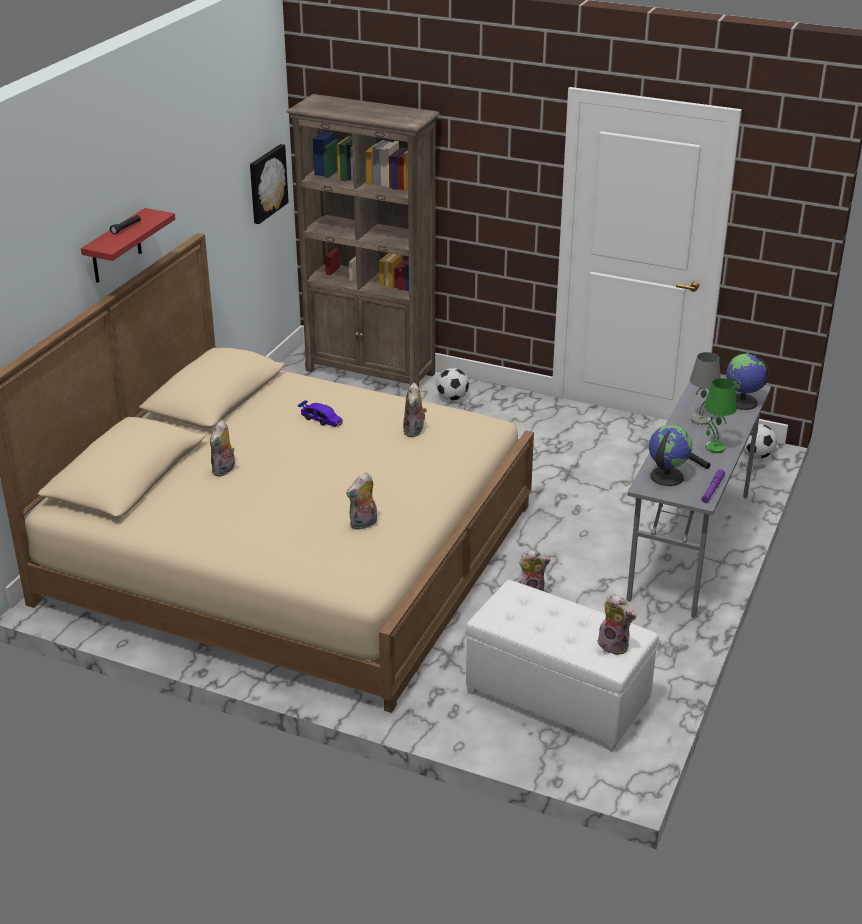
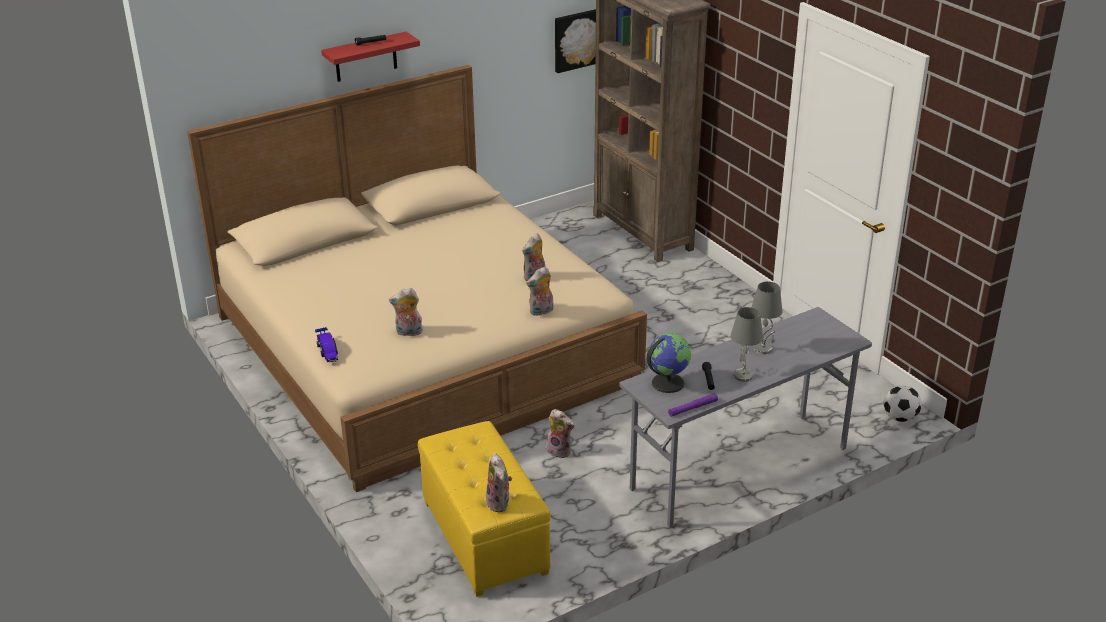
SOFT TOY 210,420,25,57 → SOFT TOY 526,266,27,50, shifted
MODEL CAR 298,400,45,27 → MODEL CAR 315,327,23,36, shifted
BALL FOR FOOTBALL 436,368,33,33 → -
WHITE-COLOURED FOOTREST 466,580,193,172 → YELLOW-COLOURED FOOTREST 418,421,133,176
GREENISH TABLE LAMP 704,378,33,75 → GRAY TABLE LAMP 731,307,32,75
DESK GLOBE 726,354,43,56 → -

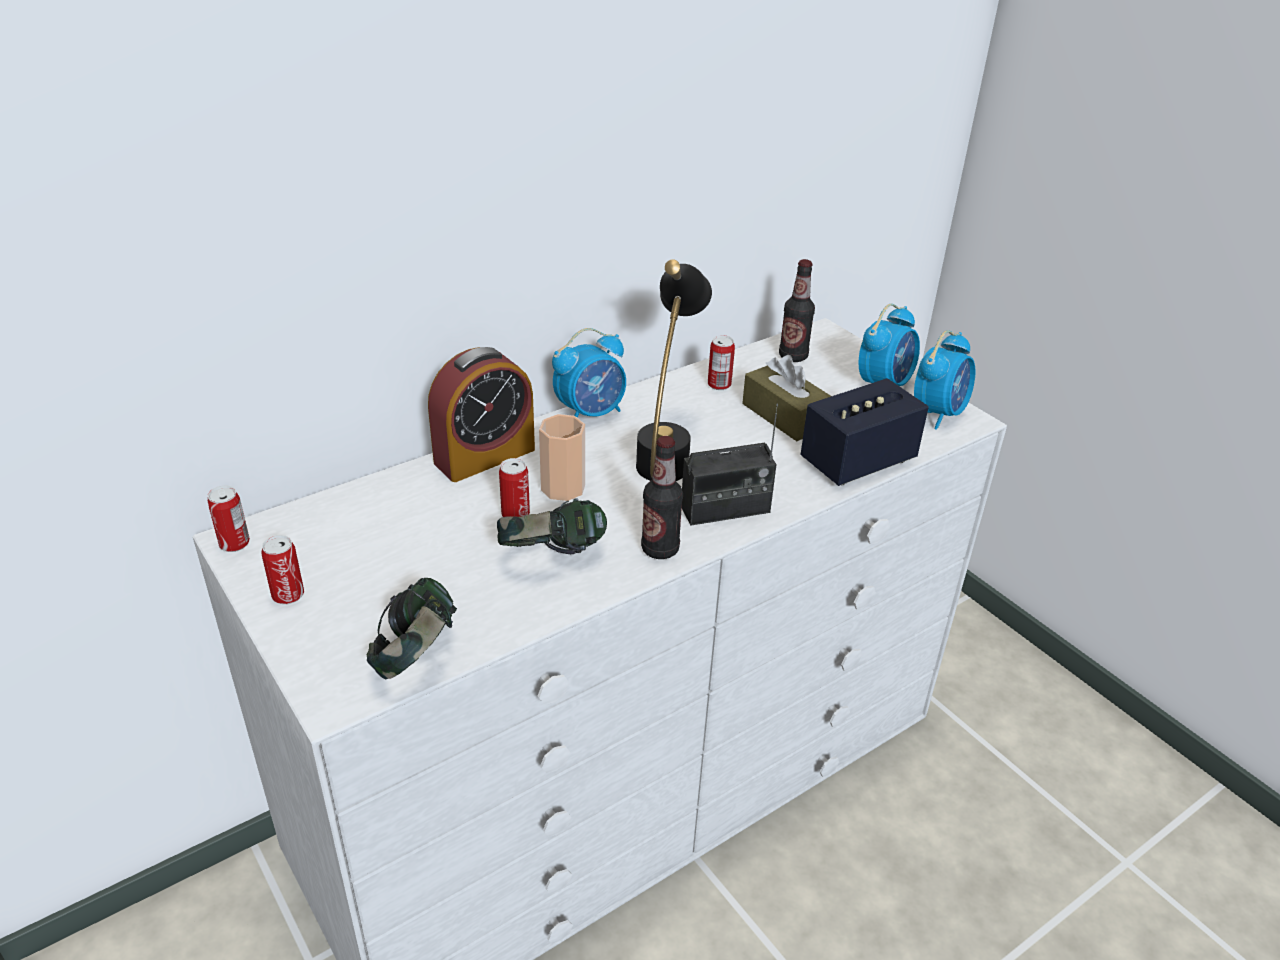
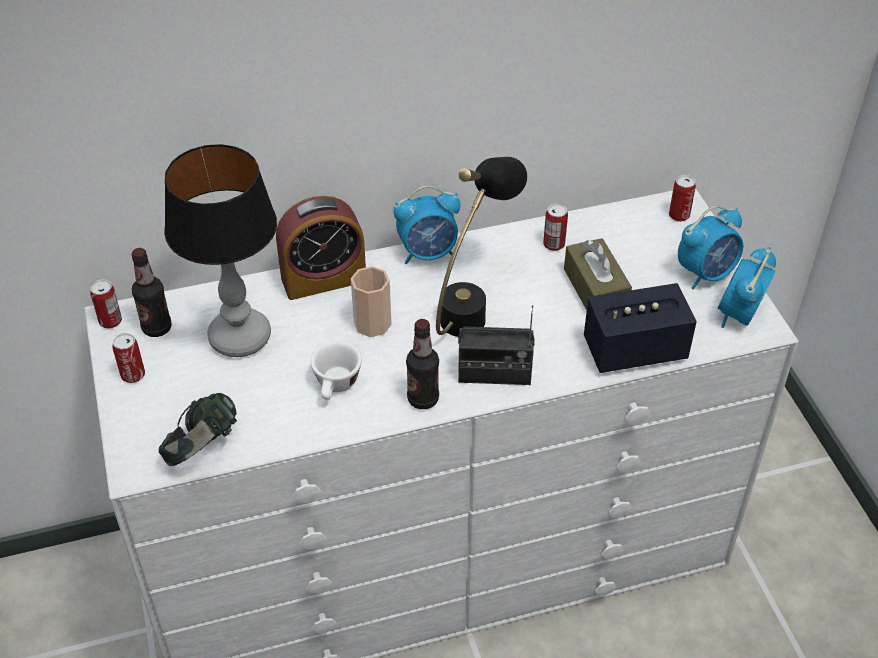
HEADSET 497,498,110,56 → WHITE-COLOURED DRINKING CUP 311,341,51,59
CAN 499,458,31,59 → CAN 669,175,27,47, shifted
DRINK BOTTLE 779,259,36,103 → DRINK BOTTLE 131,248,41,89, shifted
ALARM CLOCK 914,330,61,100 → ALARM CLOCK 717,247,59,81, 150 degrees clockwise
- → TABLE LAMP 164,144,113,213

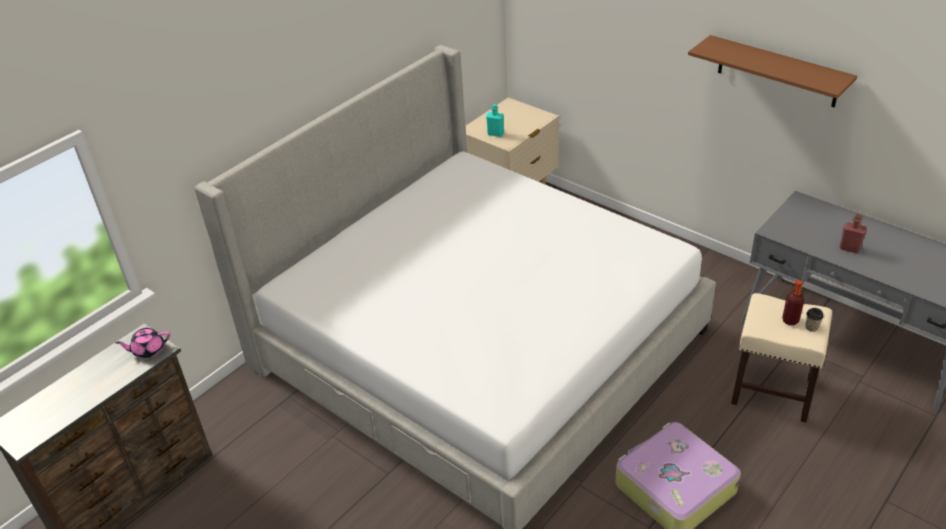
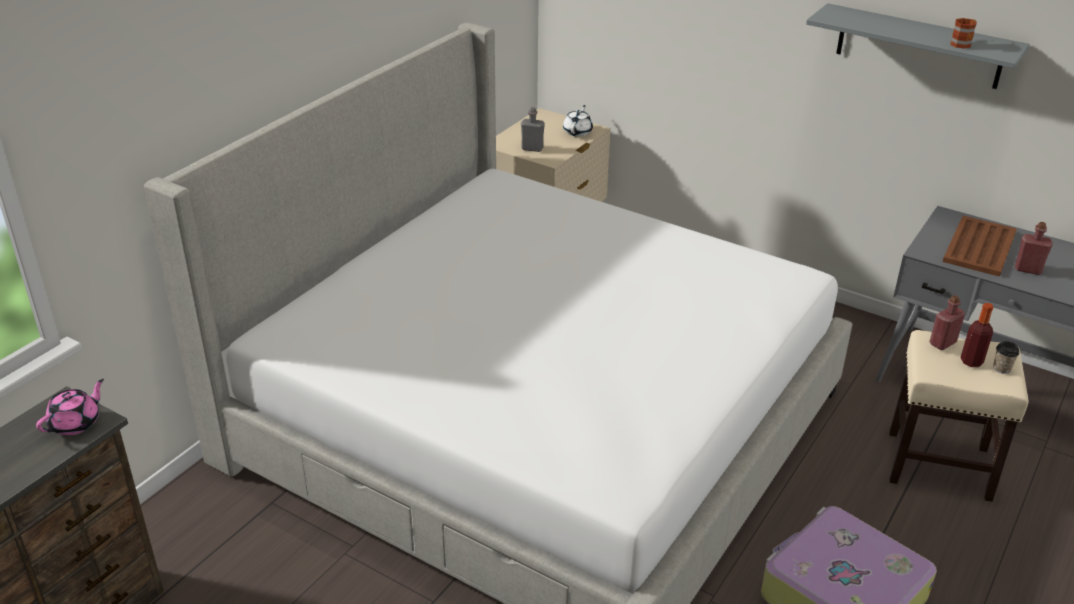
PINK POT FOR TEA 116,328,54,30 → PINK POT FOR TEA 36,379,68,56, 150 degrees clockwise
TURQUOISE-COLOURED DRINK BOTTLE 486,104,18,33 → GRAY DRINK BOTTLE 521,107,24,45
BROWNISH BRACKET SHELF 688,35,169,72 → GRAY BRACKET SHELF 806,3,224,86
- → WHITE-COLOURED POT FOR TEA 563,105,30,32
- → RED-COLOURED DRINK BOTTLE 929,295,36,55
- → BROWNISH CARRYING TRAY 943,216,74,61
- → MUG 950,18,27,31

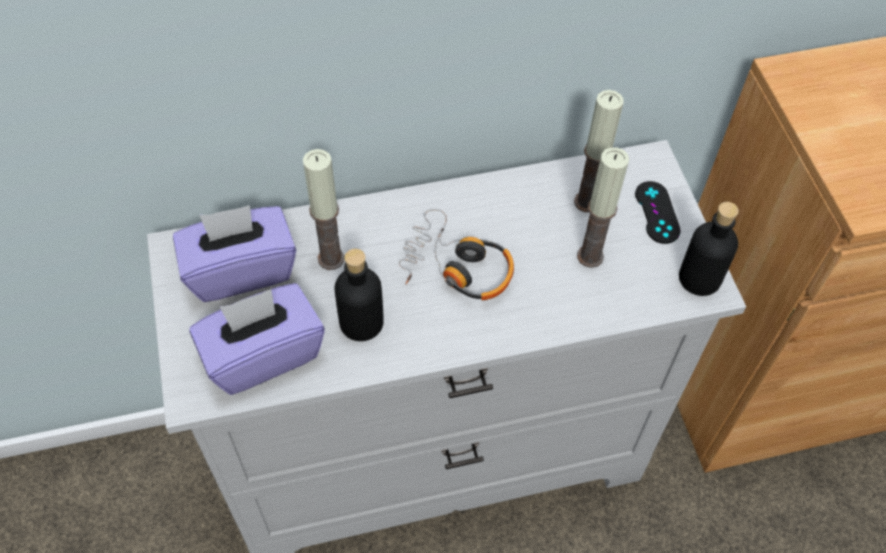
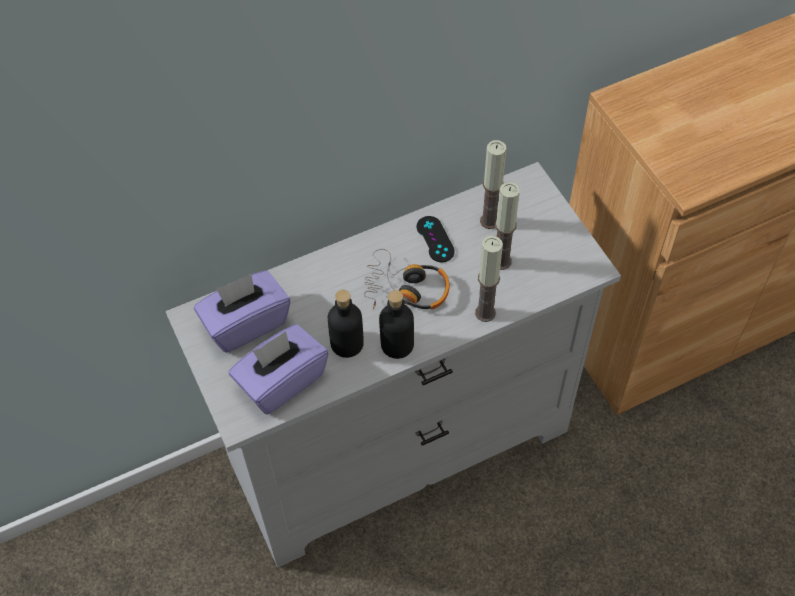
WAX LIGHT 303,149,41,121 → WAX LIGHT 475,236,28,86, shifted
BLACKISH JOYPAD 635,181,46,63 → BLACKISH JOYPAD 416,216,39,46, shifted
BLACKISH DRINK BOTTLE 679,202,60,94 → BLACKISH DRINK BOTTLE 379,290,35,69, shifted

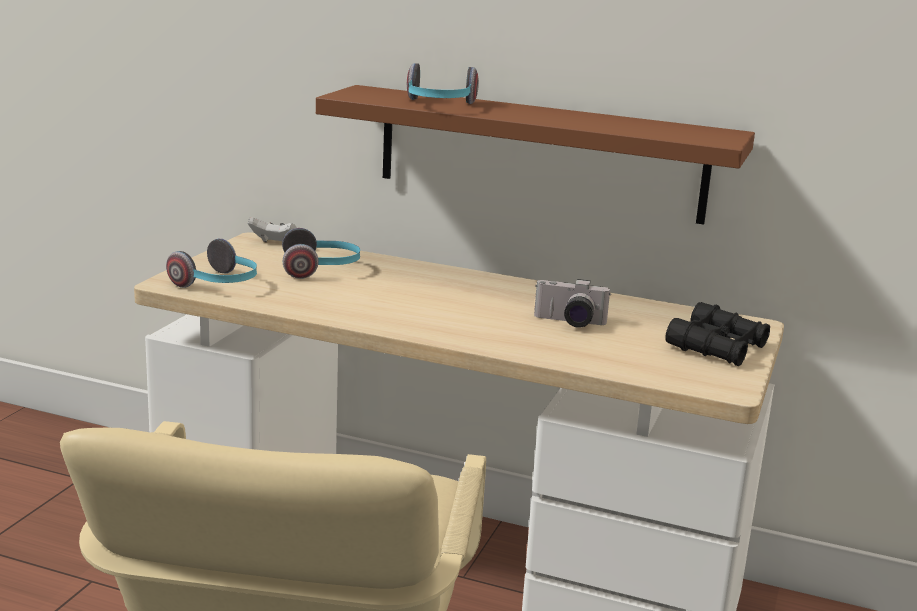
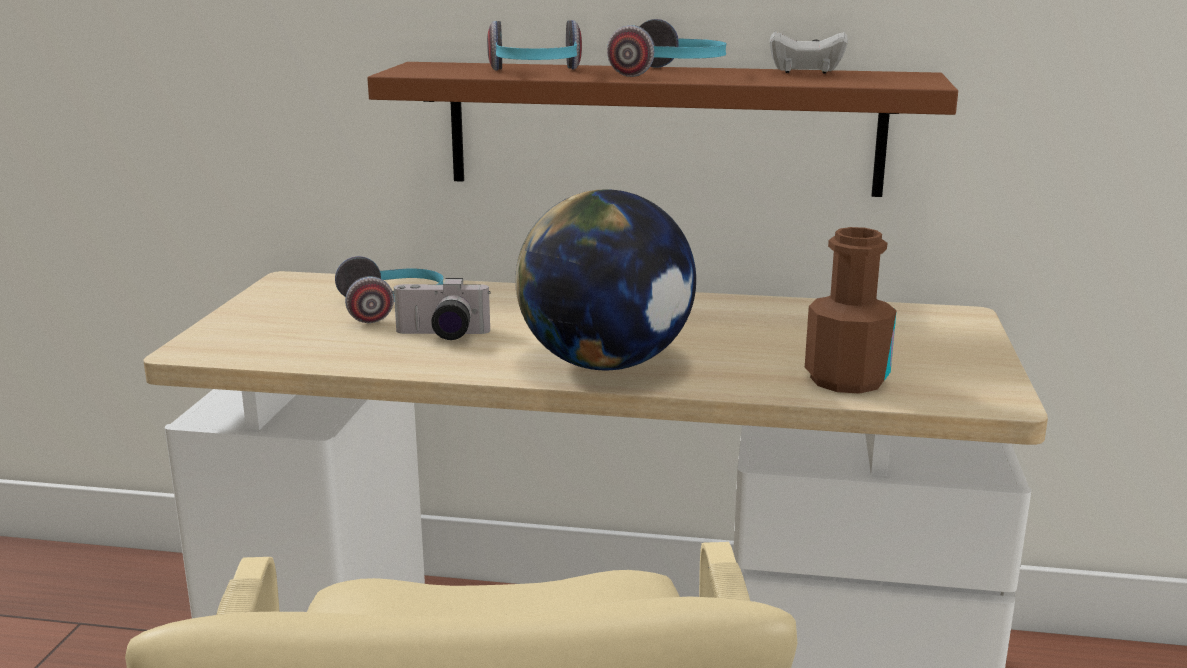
HEADSET 166,238,91,50 → HEADSET 607,19,120,58, shifted
WHITE-COLOURED JOYPAD 248,217,49,25 → WHITE-COLOURED JOYPAD 770,31,78,43, shifted
STILL CAMERA 534,279,77,49 → STILL CAMERA 392,278,99,62, shifted
BLACKISH FIELD GLASSES 665,302,105,64 → -
- → DESK GLOBE 515,189,181,182
- → BROWNISH DRINK BOTTLE 805,227,92,167

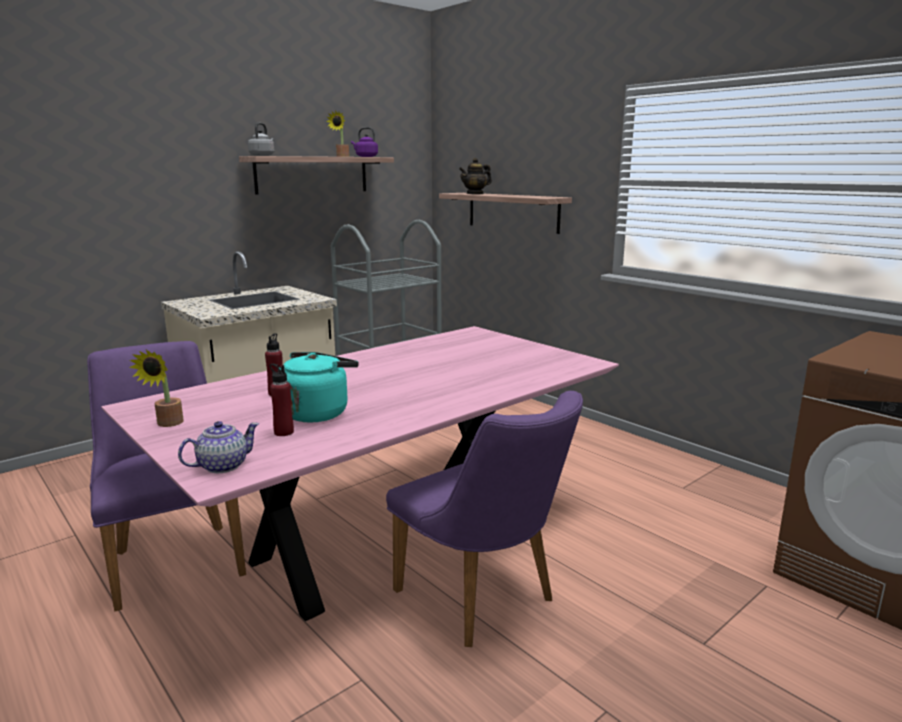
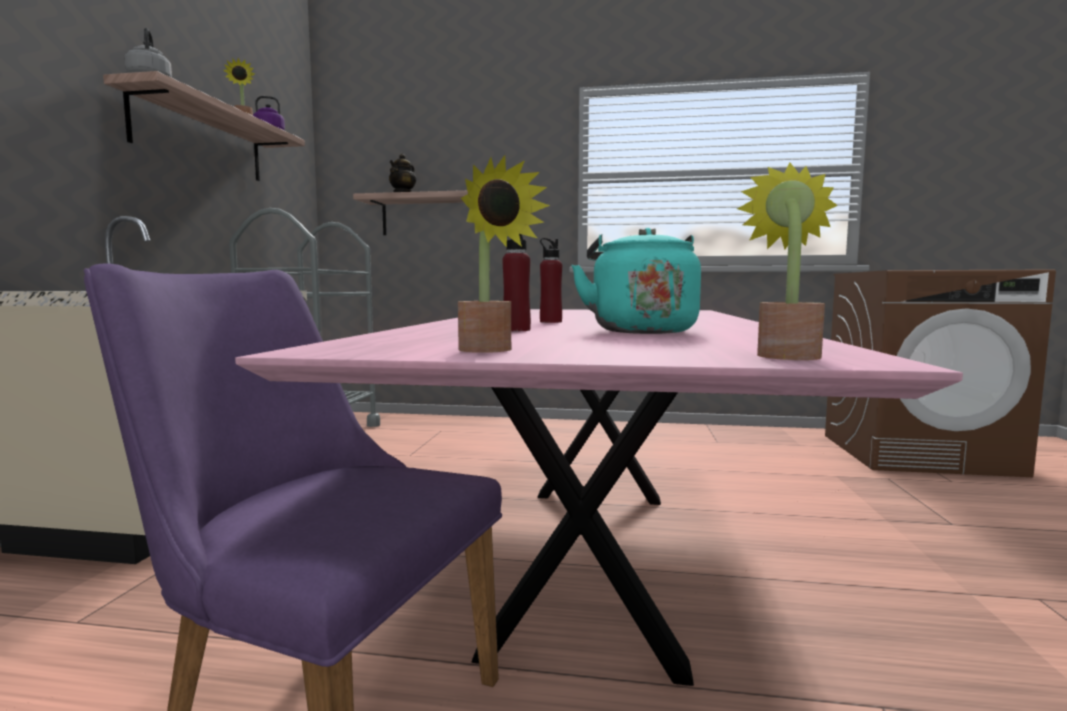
POT FOR TEA 178,421,81,53 → POTTED PLANT 737,162,101,198
RED-COLOURED DRINK BOTTLE 270,364,24,72 → RED-COLOURED DRINK BOTTLE 540,238,22,85, shifted
PURPLISH PLAIN CHAIR 386,391,197,256 → -

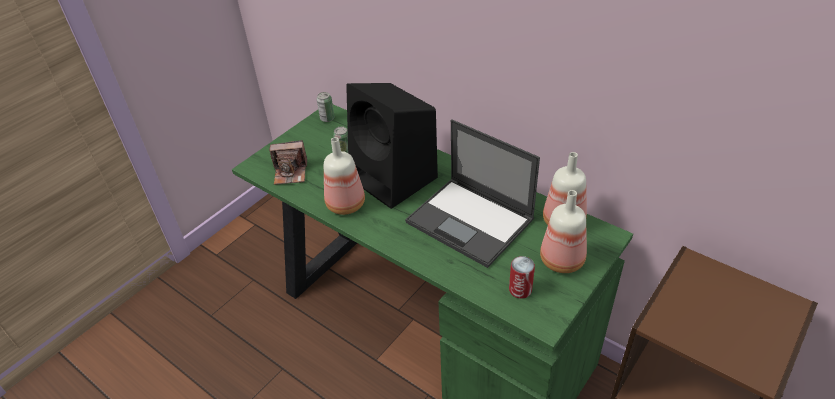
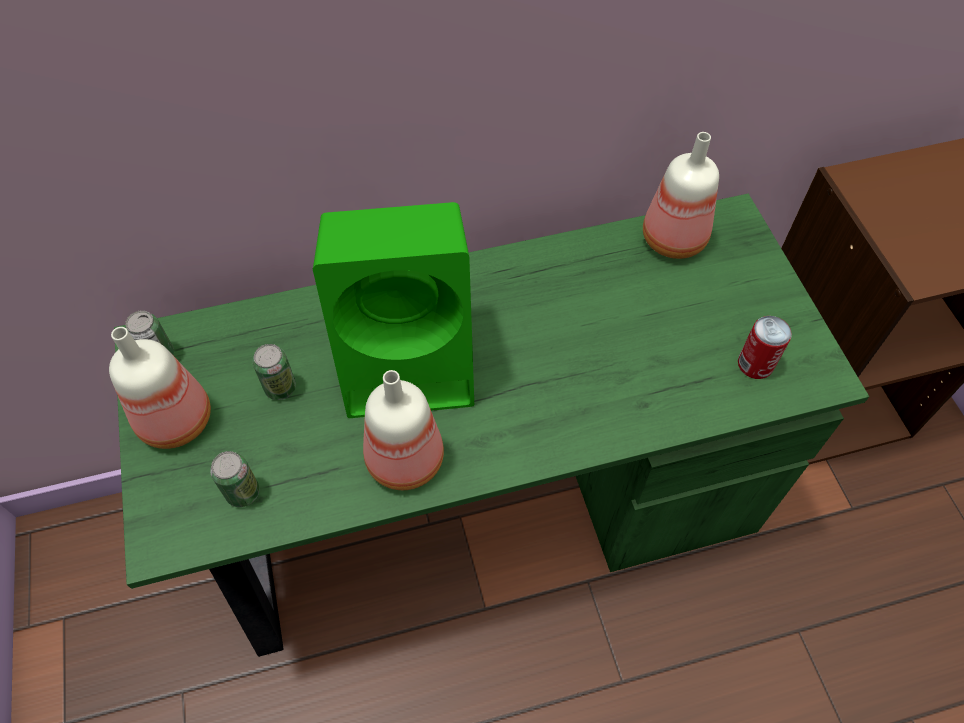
STILL CAMERA 269,140,38,45 → CAN 210,451,50,56
BLACKISH LOUDSPEAKER 346,83,92,126 → GREENISH LOUDSPEAKER 313,202,161,216
LAPTOP 405,119,135,149 → -
DRINK BOTTLE 540,190,47,83 → DRINK BOTTLE 109,327,102,122, shifted

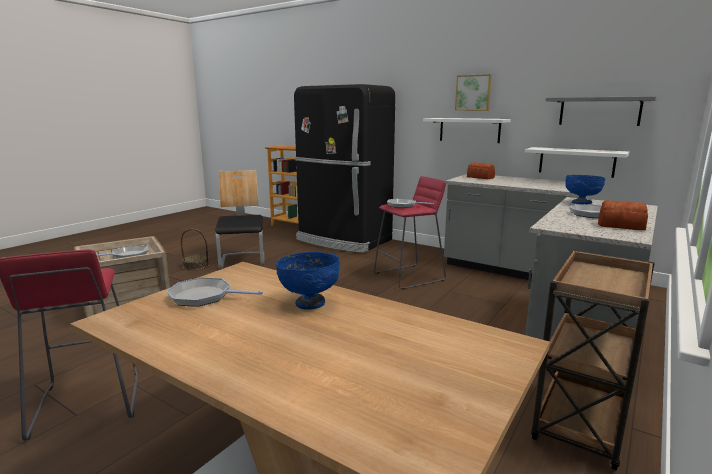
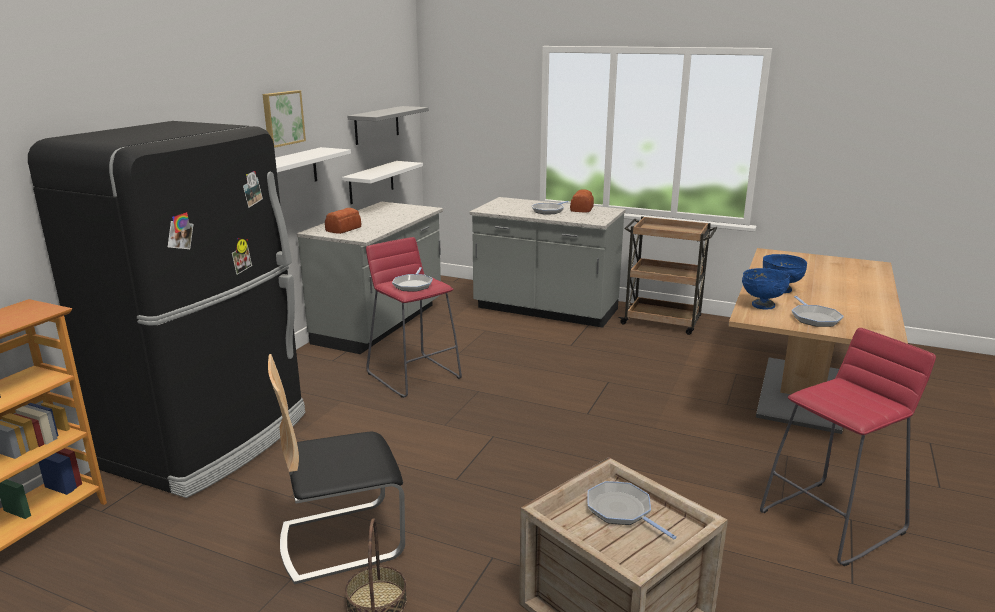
BLUISH SERVING BOWL 565,175,40,29 → BLUISH SERVING BOWL 742,268,48,41, shifted

